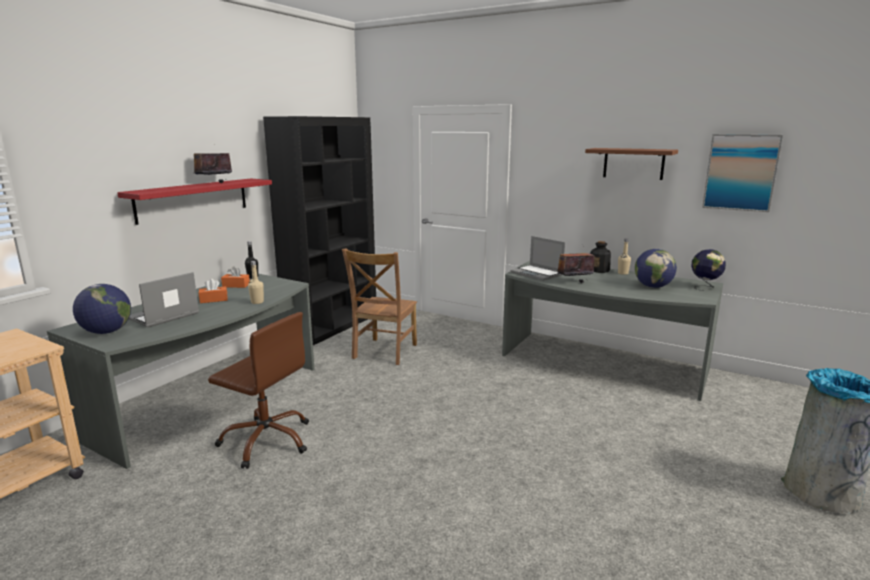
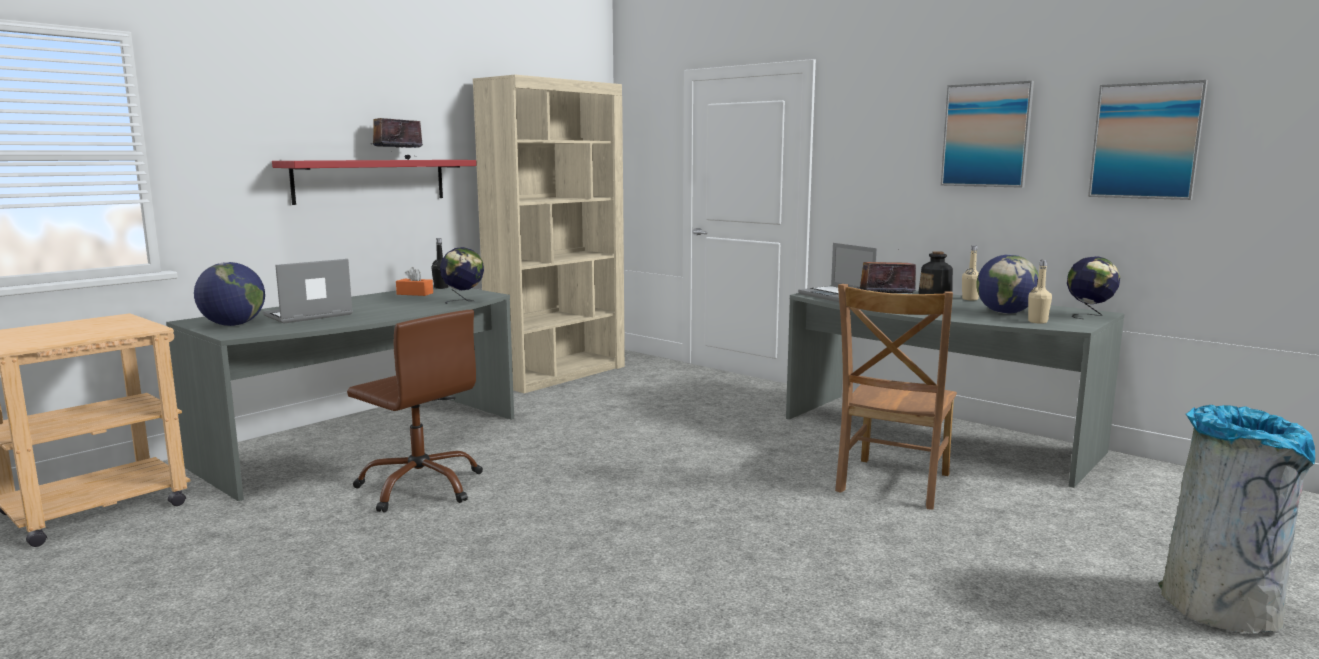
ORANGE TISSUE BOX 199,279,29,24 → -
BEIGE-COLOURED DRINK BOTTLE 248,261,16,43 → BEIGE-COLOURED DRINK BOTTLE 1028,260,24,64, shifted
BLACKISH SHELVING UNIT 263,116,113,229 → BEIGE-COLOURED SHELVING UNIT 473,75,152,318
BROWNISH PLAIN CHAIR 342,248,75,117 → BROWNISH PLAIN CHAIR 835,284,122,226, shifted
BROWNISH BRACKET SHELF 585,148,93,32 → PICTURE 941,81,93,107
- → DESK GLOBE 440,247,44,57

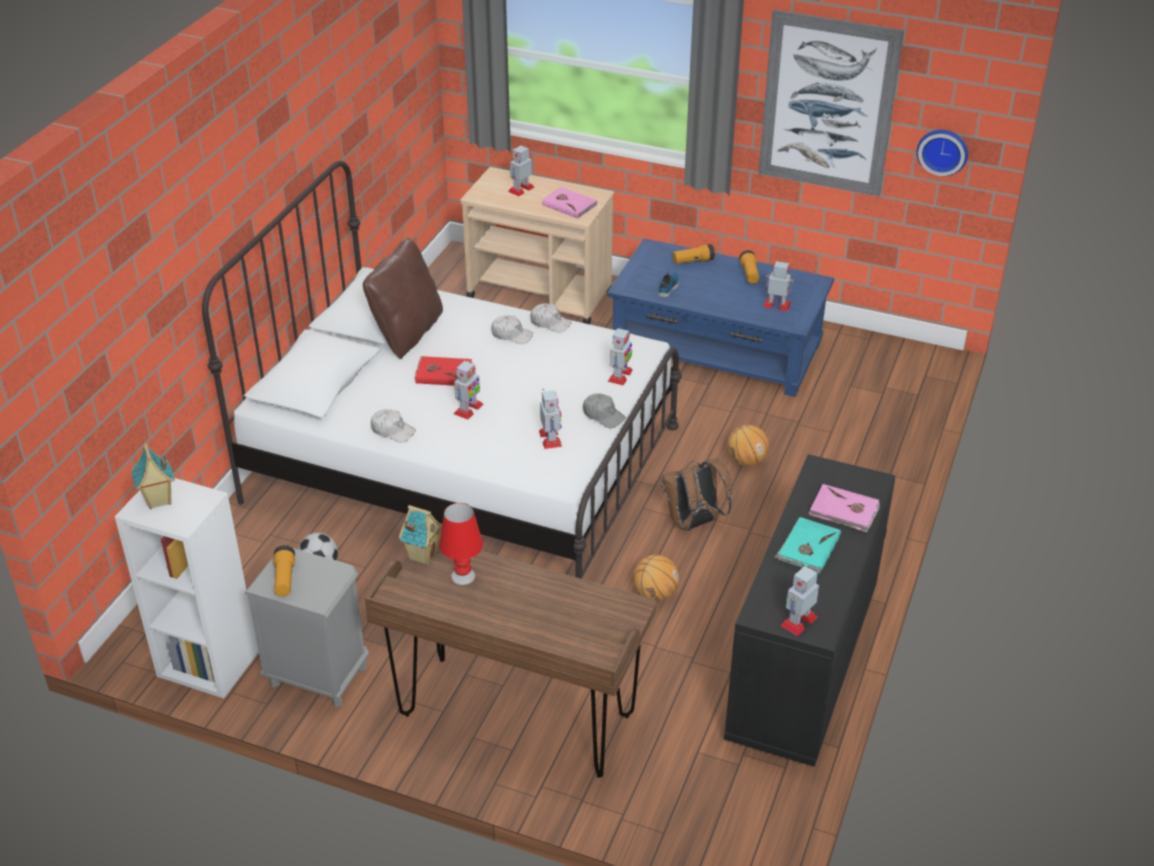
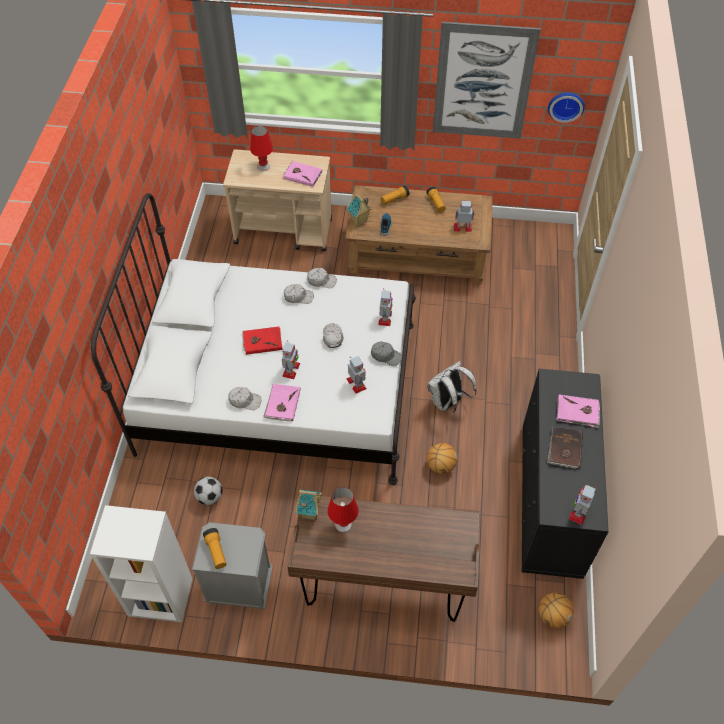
MODEL HOUSE 132,443,43,67 → MODEL HOUSE 347,193,25,34, shifted
BROWNISH THROW PILLOW 363,238,80,121 → -
MODEL ROBOT 508,145,26,51 → RED-COLOURED TABLE LAMP 250,126,23,45
BLUISH COFFEE TABLE 607,239,227,158 → BROWNISH COFFEE TABLE 345,185,148,100
BROWNISH RUCKSACK 661,458,71,73 → WHITE-COLOURED RUCKSACK 427,361,50,53
BASKETBALL BALL 727,425,42,41 → BASKETBALL BALL 539,592,35,36, shifted
TURQUOISE-COLOURED BOOK 775,517,66,56 → BROWNISH BOOK 547,426,36,43
- → PINK BOOK 263,384,38,38
- → WHITE-COLOURED CAP 323,323,21,25

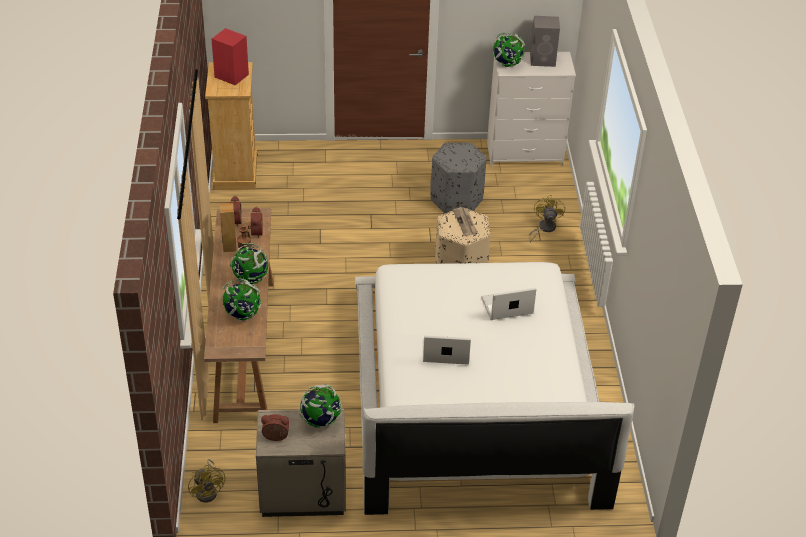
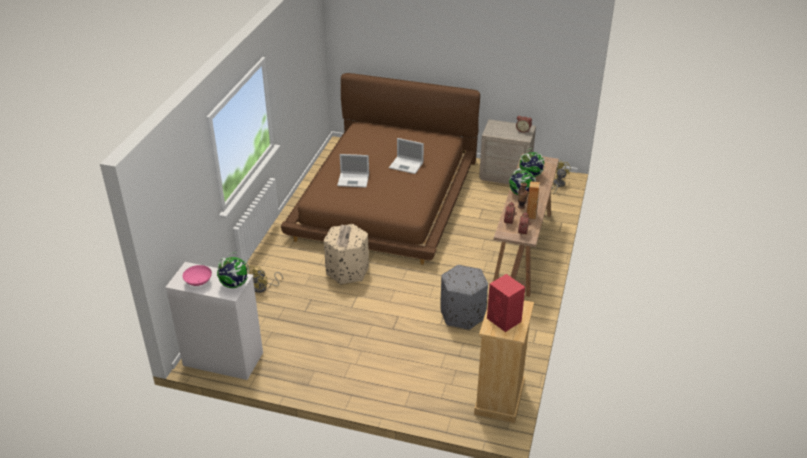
DESK GLOBE 299,384,43,44 → -
WHITE-COLOURED BED 355,262,280,253 → BROWNISH BED 281,73,199,192
GRAY FOOTREST 430,143,57,70 → GRAY FOOTREST 440,265,48,65, shifted
GRAY LOUDSPEAKER 530,16,30,51 → PINK SERVING BOWL 183,265,29,21

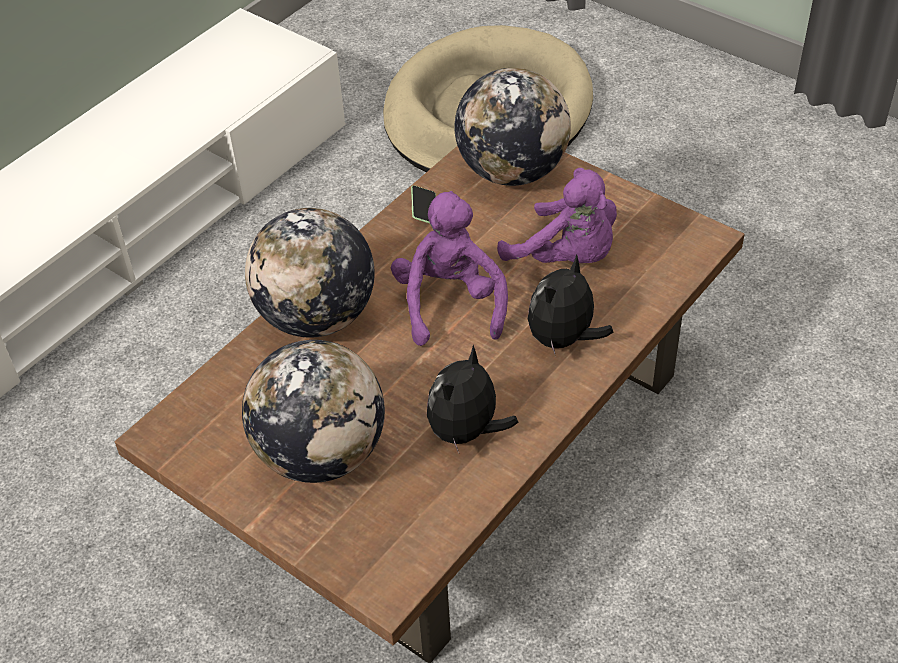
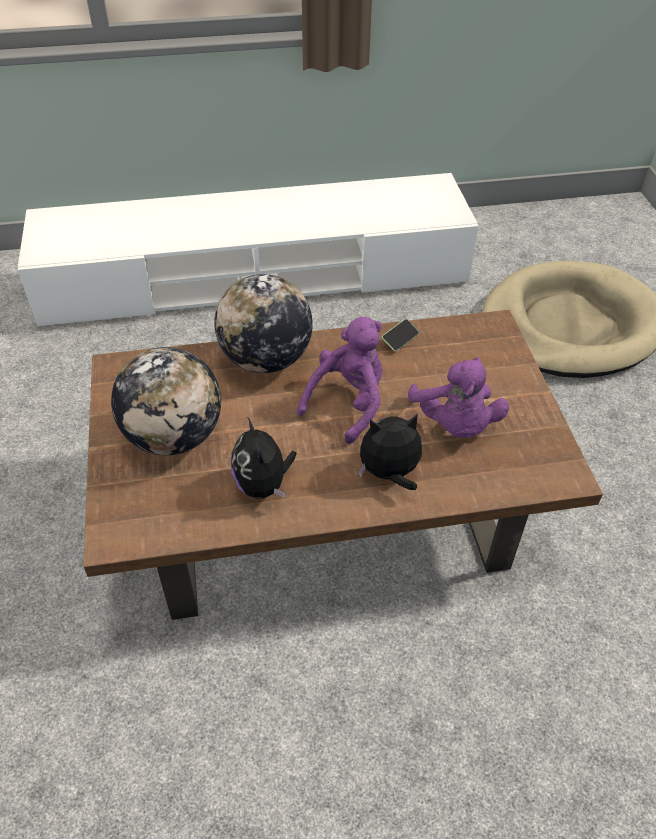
SOFT TOY 427,345,92,108 → SOFT TOY 231,417,66,82, 90 degrees counterclockwise
DESK GLOBE 454,68,117,118 → -

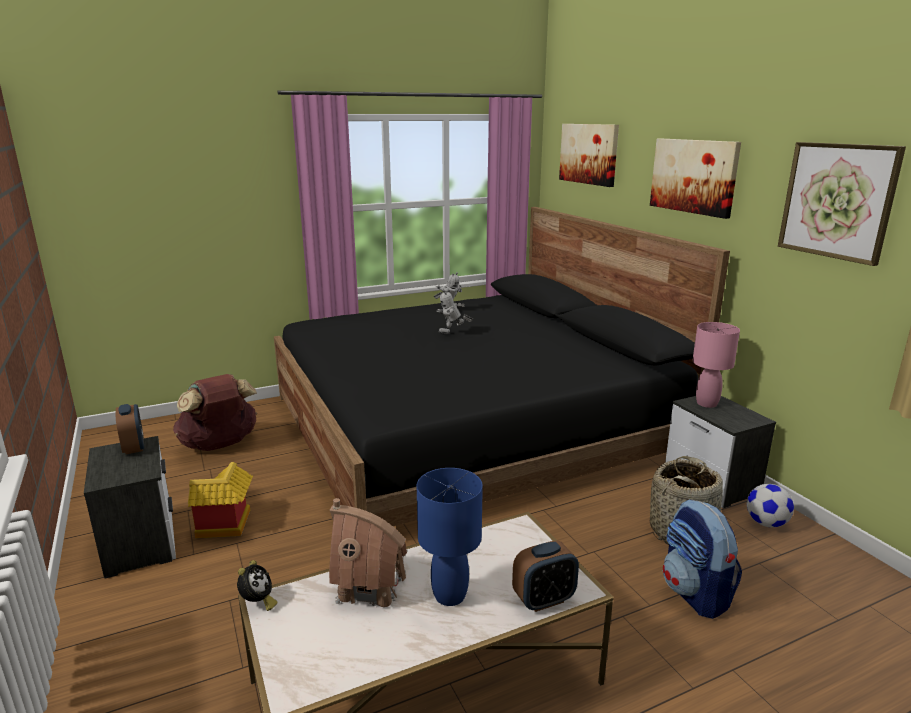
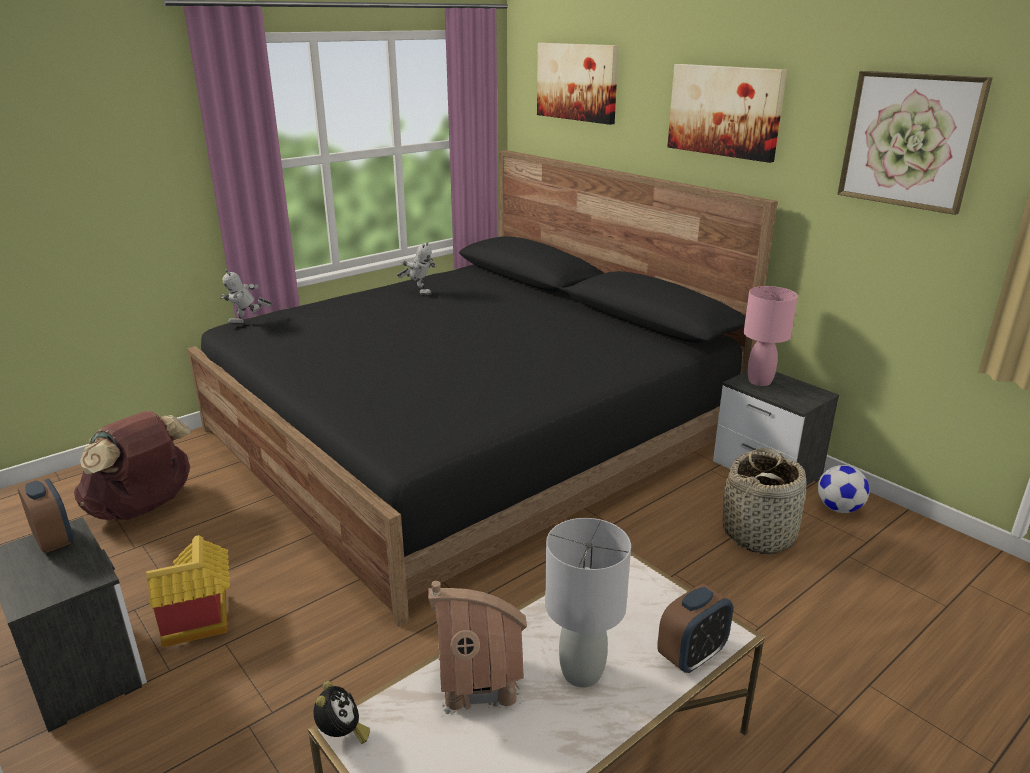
BLUISH TABLE LAMP 416,468,67,138 → GRAY TABLE LAMP 545,518,86,170
MODEL ROBOT 436,290,37,44 → MODEL ROBOT 220,269,52,56, shifted
RUCKSACK 663,499,79,120 → -

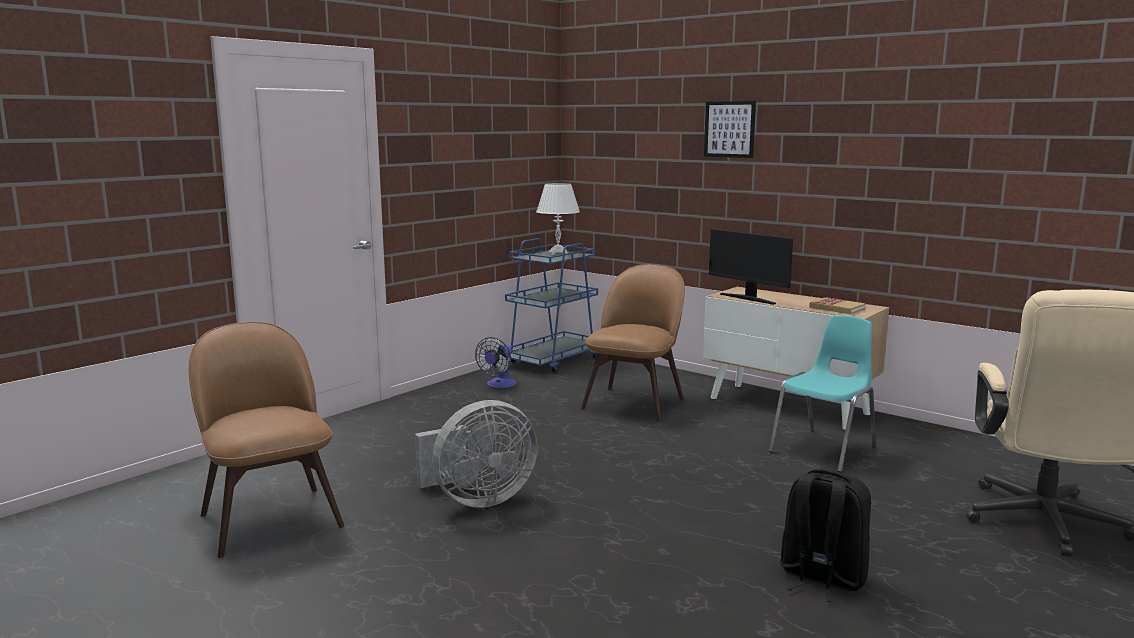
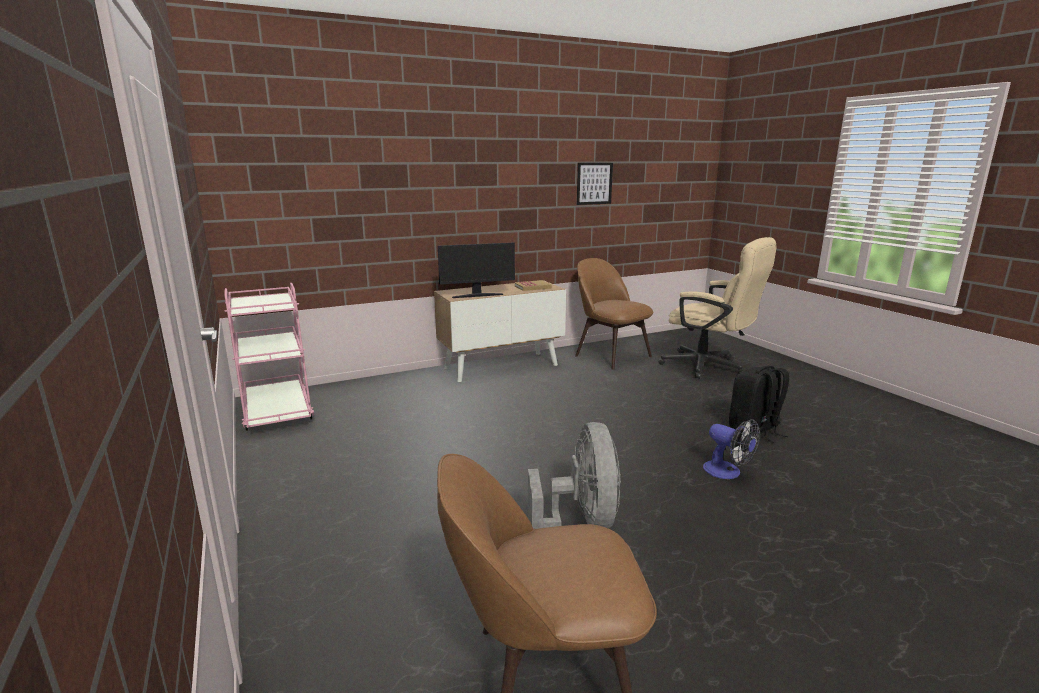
FAN 475,337,41,51 → FAN 703,419,57,60, shifted
BLUISH CART 505,238,93,135 → PINK CART 224,283,90,148
WHITE-COLOURED TABLE LAMP 536,183,44,72 → -
BROWNISH PLAIN CHAIR 581,264,104,158 → BROWNISH PLAIN CHAIR 575,258,79,112, shifted
PICTURE 704,101,52,57 → PICTURE 577,163,36,42, shifted
TURQUOISE-COLOURED PLAIN CHAIR 769,315,107,157 → -

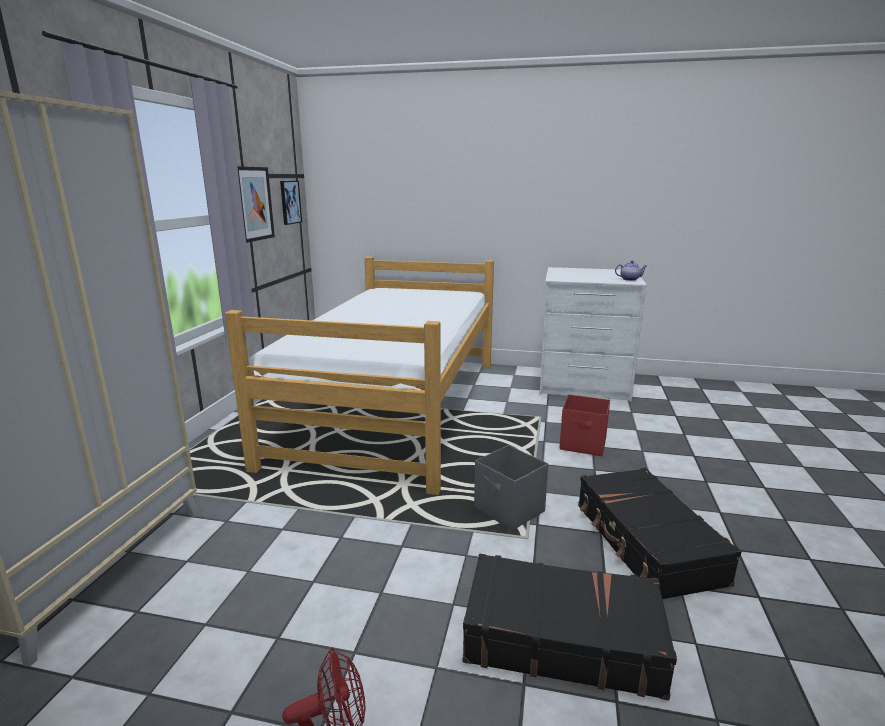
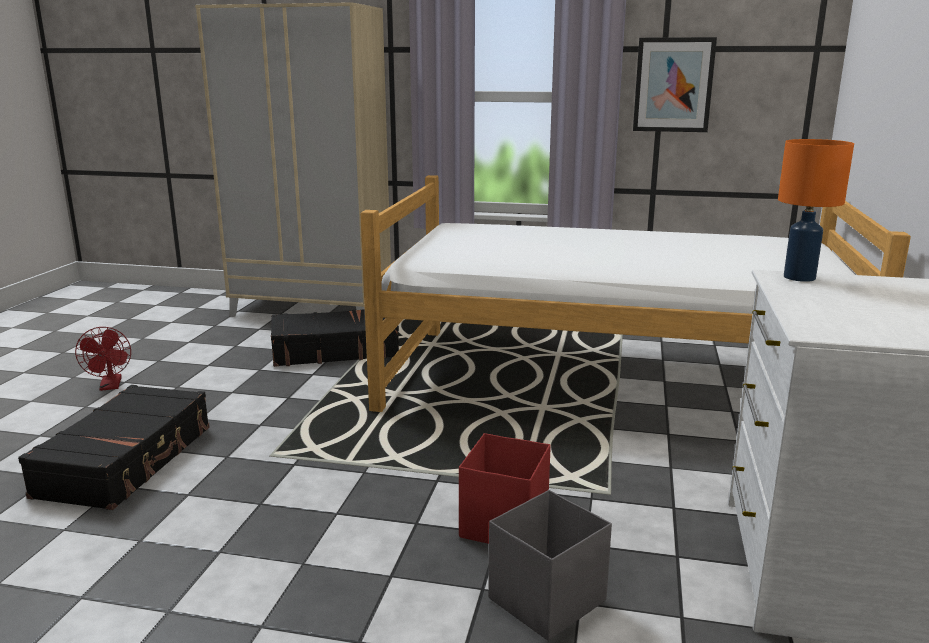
PICTURE 280,181,22,44 → -
GRAY STORAGE BIN 474,445,74,86 → GRAY STORAGE BIN 488,490,124,151, shifted
BLACKISH PIECE OF LUGGAGE 578,468,164,131 → BLACKISH PIECE OF LUGGAGE 271,309,128,58, shifted
POT FOR TEA 615,261,32,20 → -
- → ORANGE TABLE LAMP 778,139,76,143

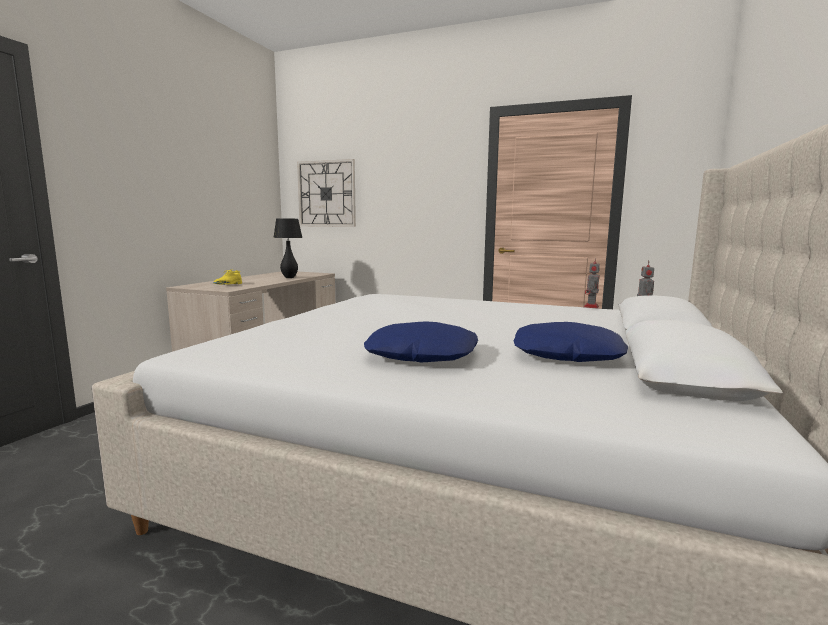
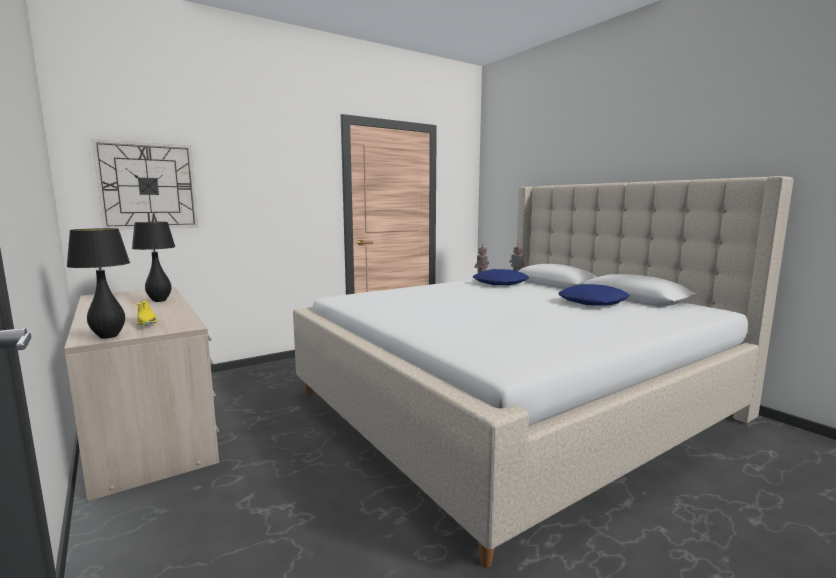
BLUISH THROW PILLOW 364,322,114,41 → BLUISH THROW PILLOW 473,269,56,16, shifted
- → BLACKISH TABLE LAMP 66,228,64,111

